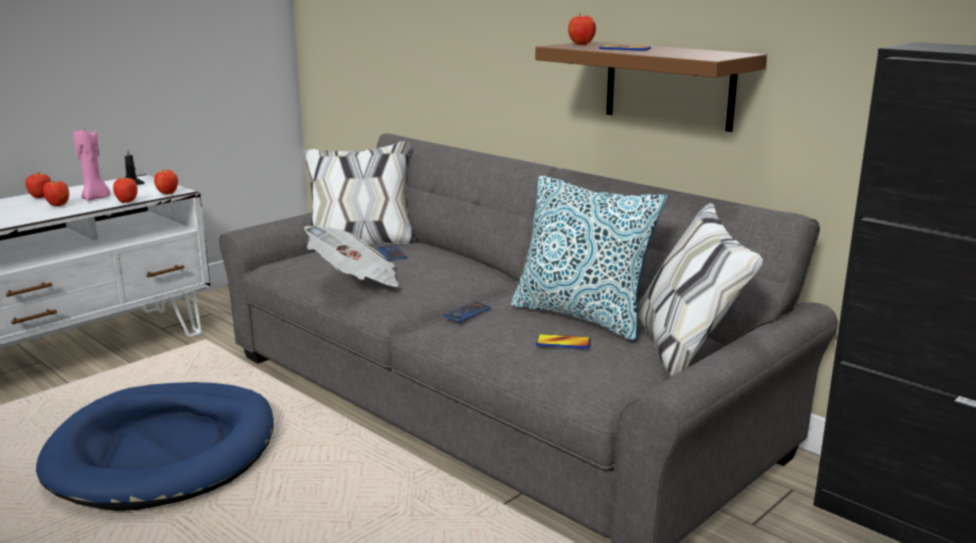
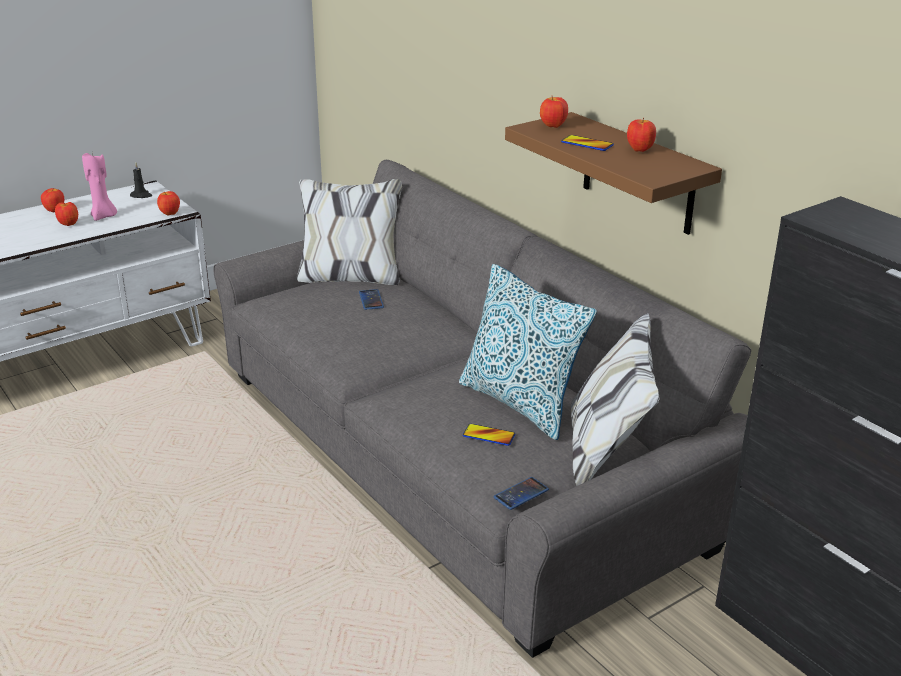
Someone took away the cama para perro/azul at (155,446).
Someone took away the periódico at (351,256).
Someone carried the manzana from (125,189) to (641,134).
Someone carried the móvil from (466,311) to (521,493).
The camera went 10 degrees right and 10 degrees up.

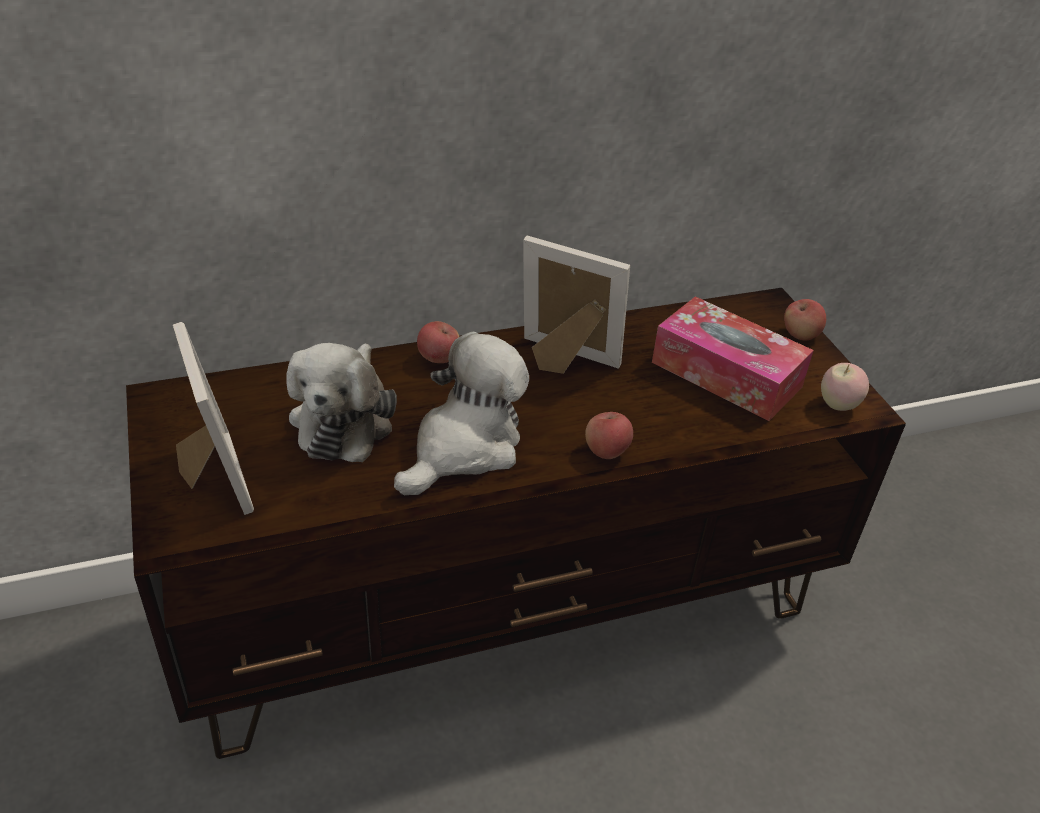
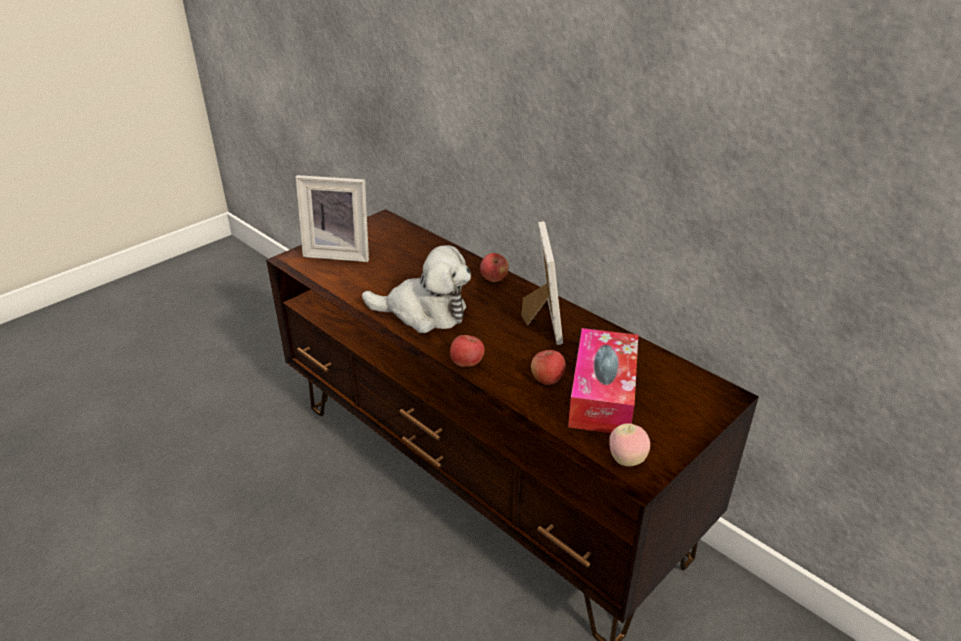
Someone took away the peluche at (341,402).
Someone carried the manzana from (805,320) to (548,367).
Someone rotated the portarretratos at (213,418) by 60 degrees clockwise.
The camera went 65 degrees right and 5 degrees down.

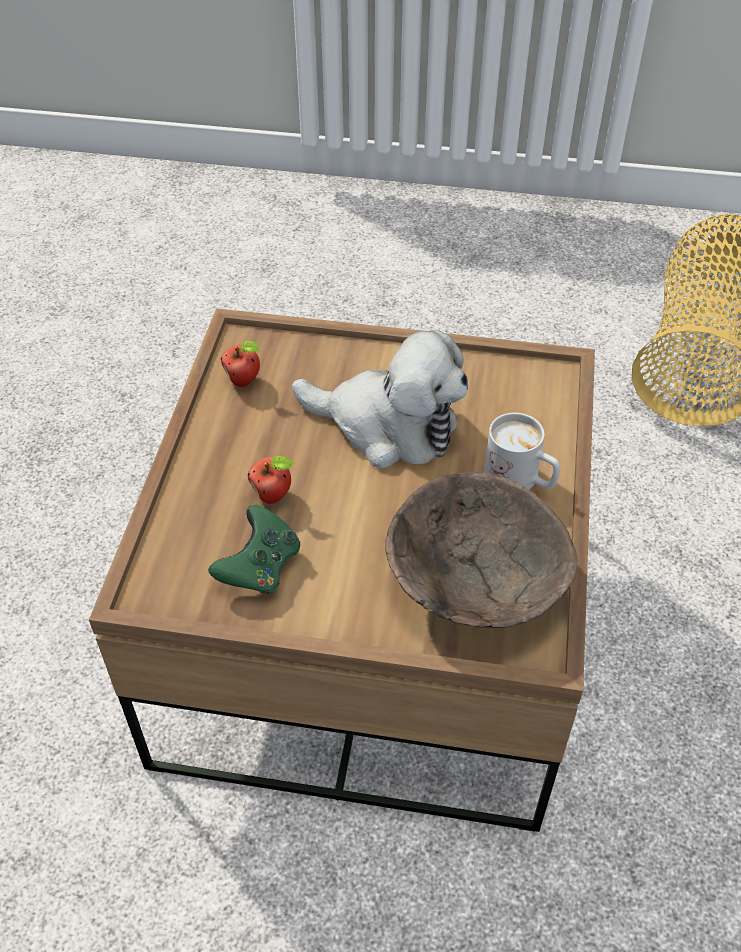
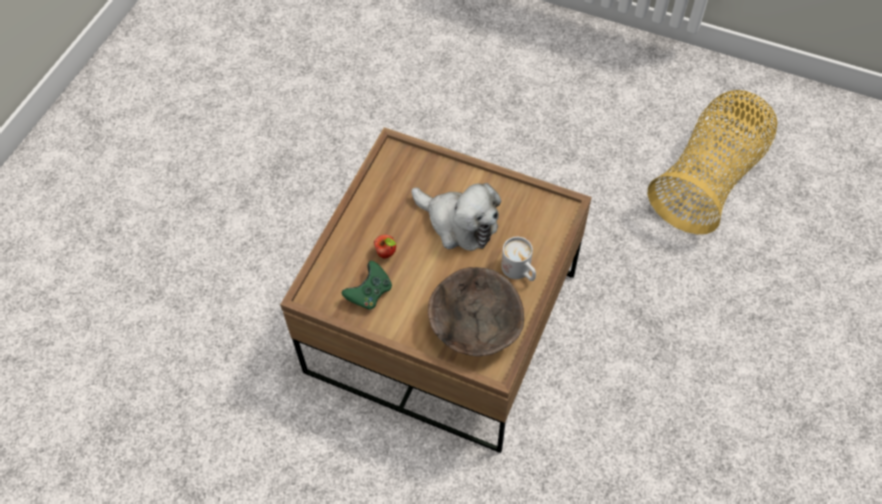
Someone took away the manzana at (241,363).
The camera went 15 degrees right and 10 degrees up.

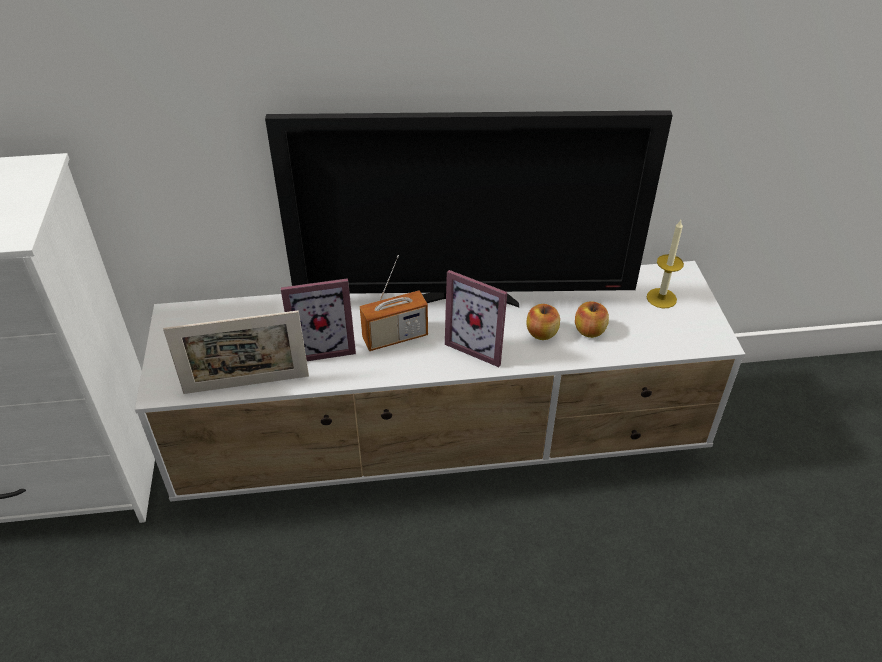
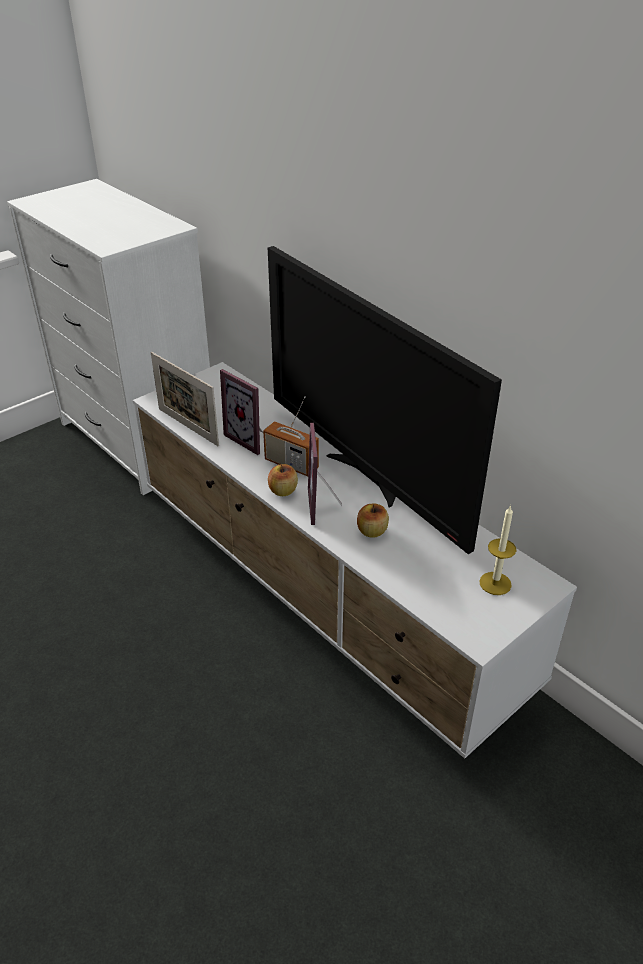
Someone carried the manzana from (592,319) to (283,480).
The camera went 55 degrees right and 5 degrees down.

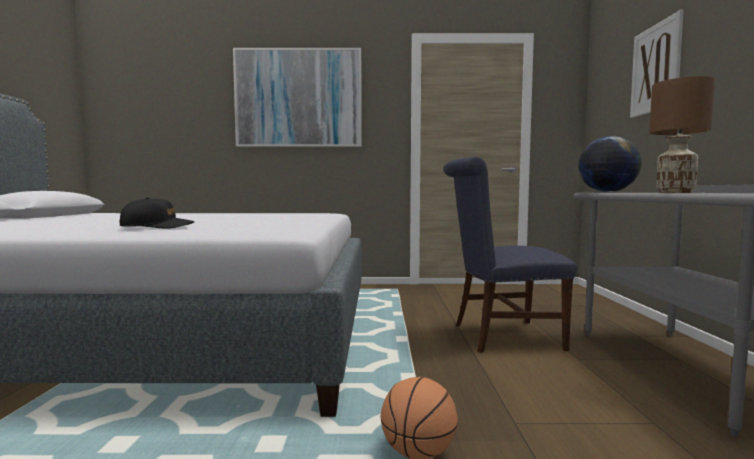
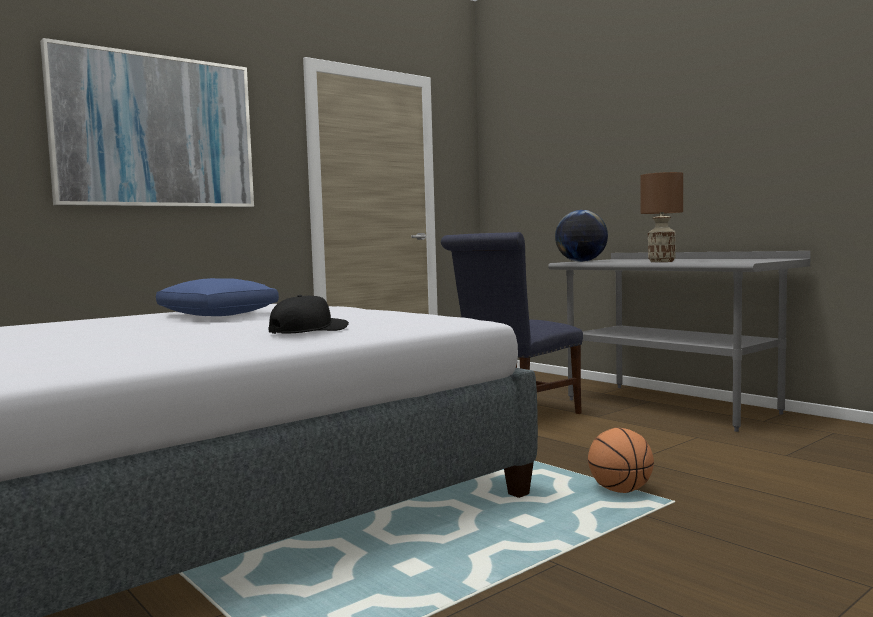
Someone took away the cuadro at (657,64).
Someone put down the cojín/azul at (217,297).
The camera went 40 degrees left and 0 degrees up.

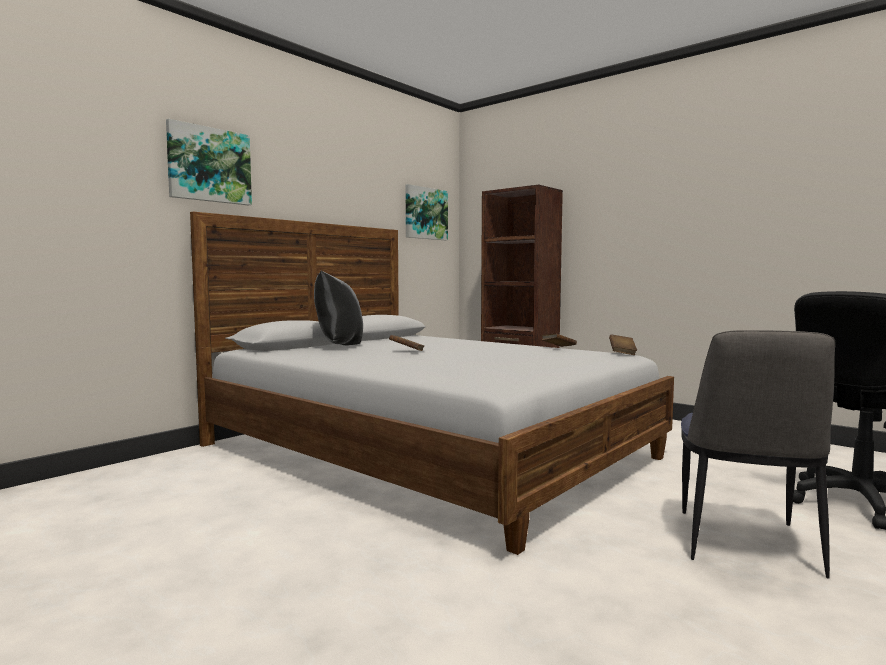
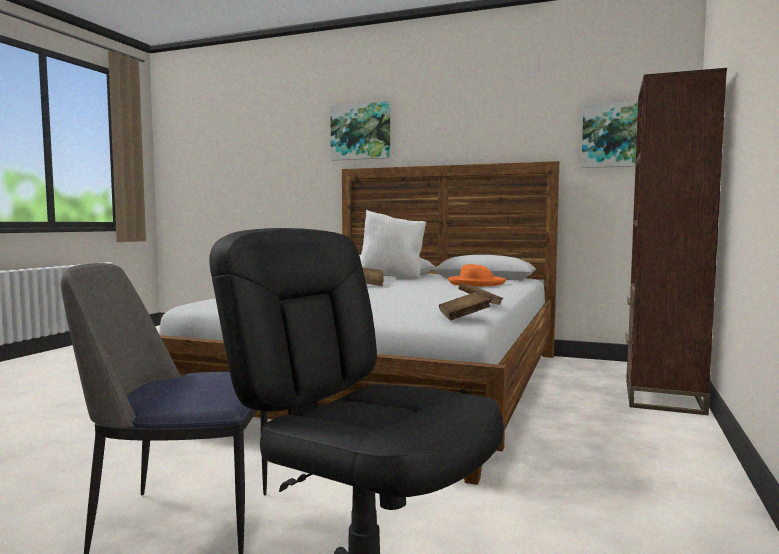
Someone put down the sombrero/naranja at (477,275).
Someone repainted the cojín/negro at (338,308), which became the cojín/blanco at (393,244).
The camera went 70 degrees right and 0 degrees up.

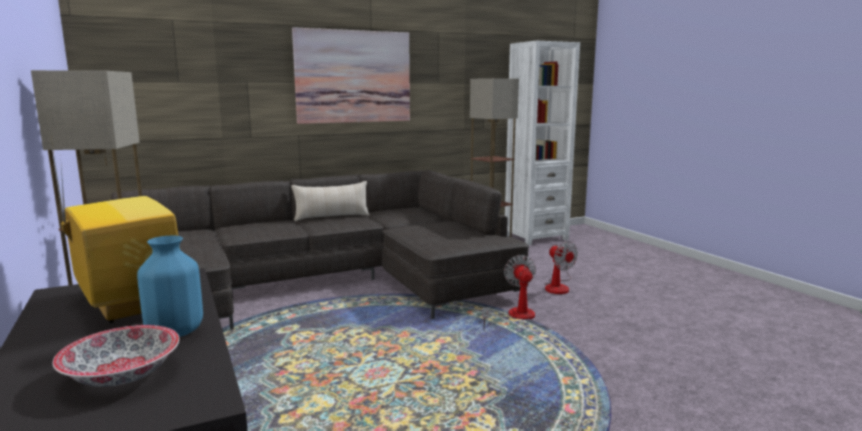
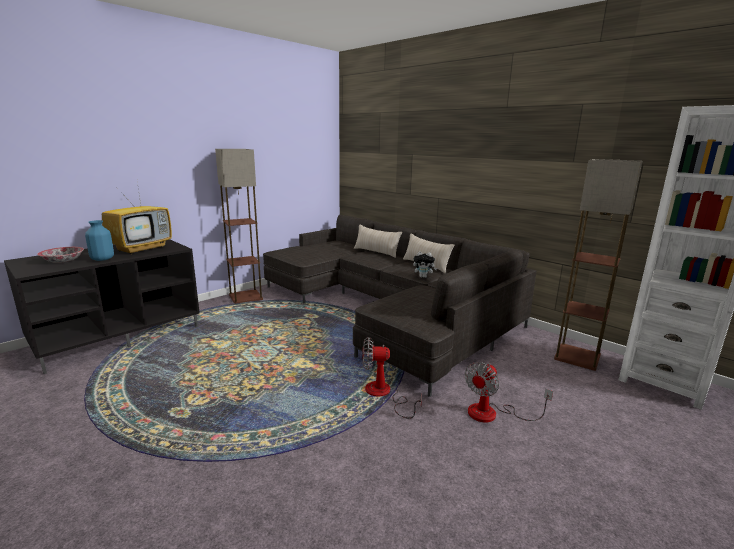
Someone took away the cuadro at (351,75).
Someone put down the cojín/beis at (378,241).
Someone put down the peluche at (425,264).
Someone rotated the ventilador at (509,292) by 150 degrees counterclockwise.
The camera went 70 degrees right and 5 degrees up.

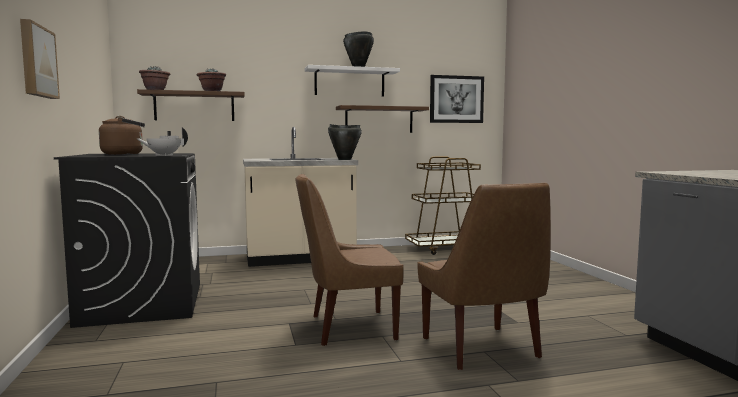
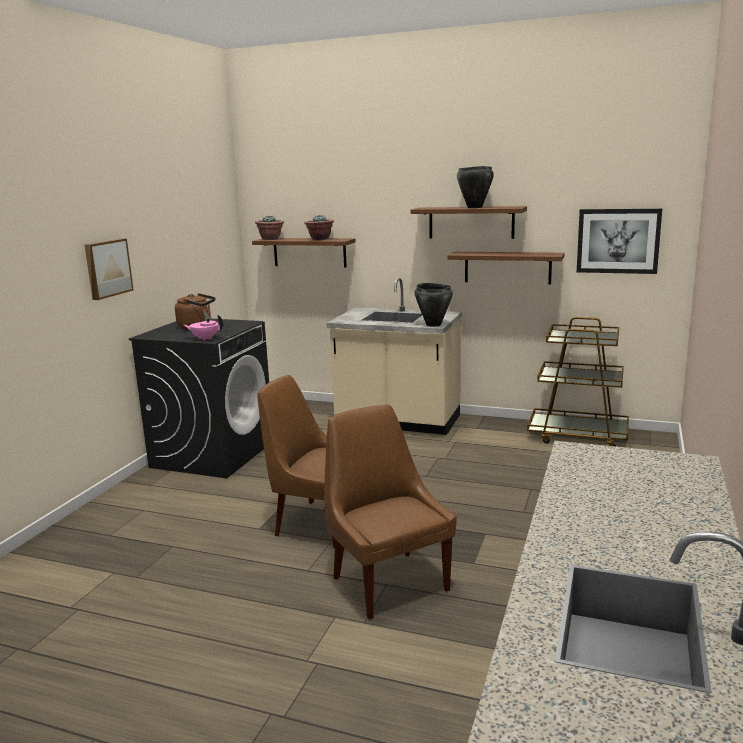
Someone repainted the tetera/blanco at (162,141), which became the tetera/rosa at (203,328).
Someone repainted the estante/blanco at (352,80), which became the estante/marrón at (469,222).
Someone rotated the silla/marrón at (484,276) by 135 degrees clockwise.
The camera went 35 degrees right and 10 degrees up.

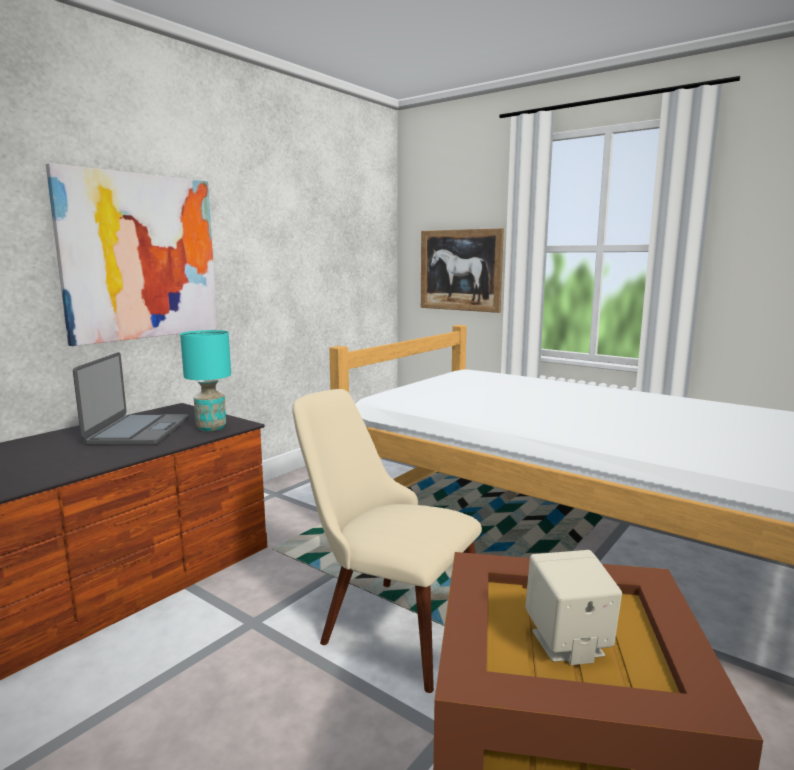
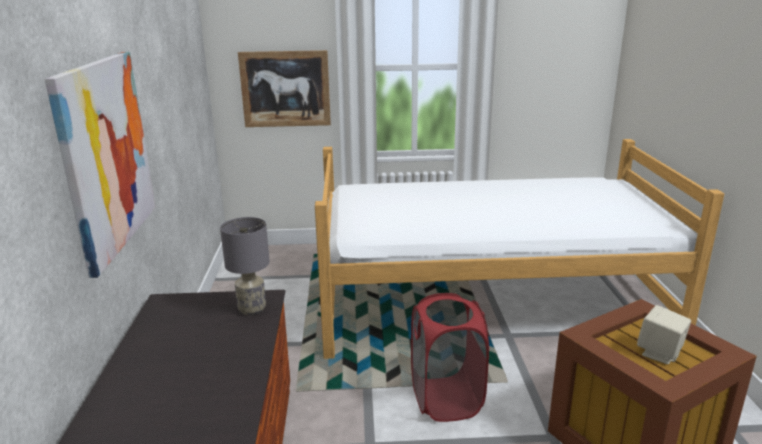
Someone took away the portátil at (131,398).
Someone swapped the silla/beis at (387,541) for the cesto de la ropa/rojo at (450,357).
Someone repainted the lámpara de mesa/turquesa at (205,380), which became the lámpara de mesa/gris at (245,266).
The camera went 40 degrees left and 10 degrees up.

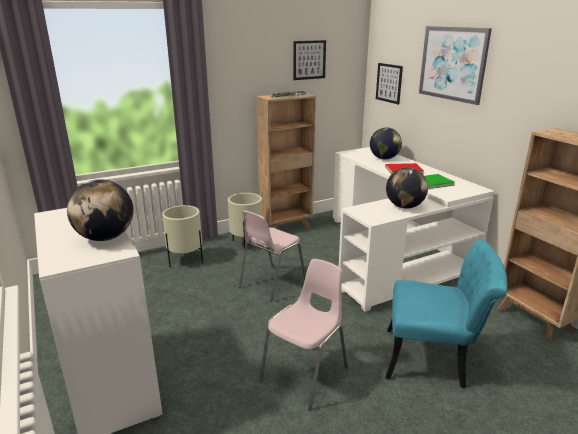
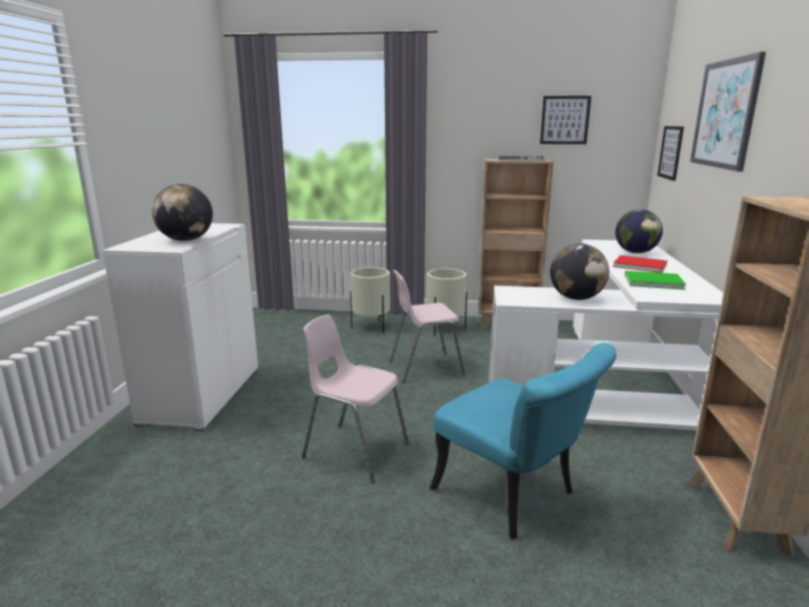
Someone rotated the silla/rosa at (303,334) by 135 degrees counterclockwise.
The camera went 35 degrees right and 5 degrees down.

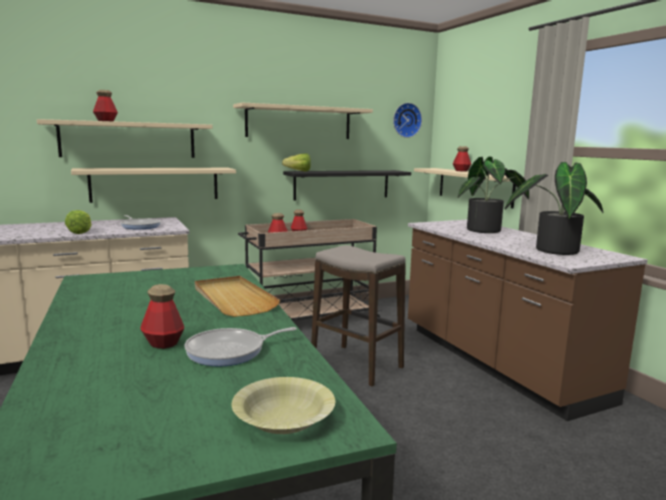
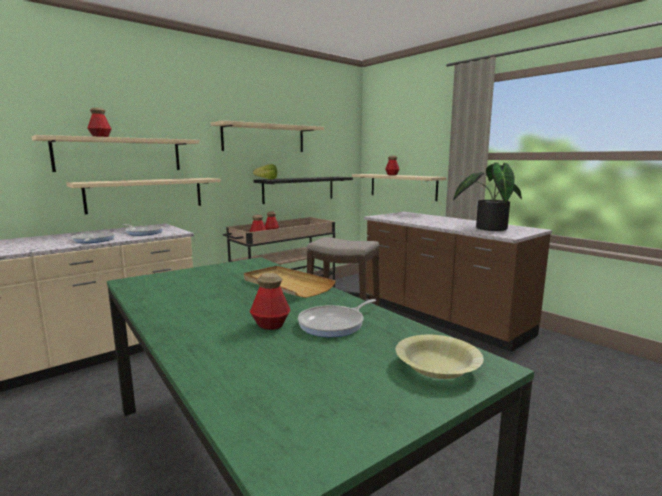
Someone took away the reloj de pared at (407,120).
Someone took away the planta en maceta at (493,195).
Someone swapped the lechuga at (78,222) for the sartén at (93,237).
The camera went 15 degrees left and 0 degrees up.

